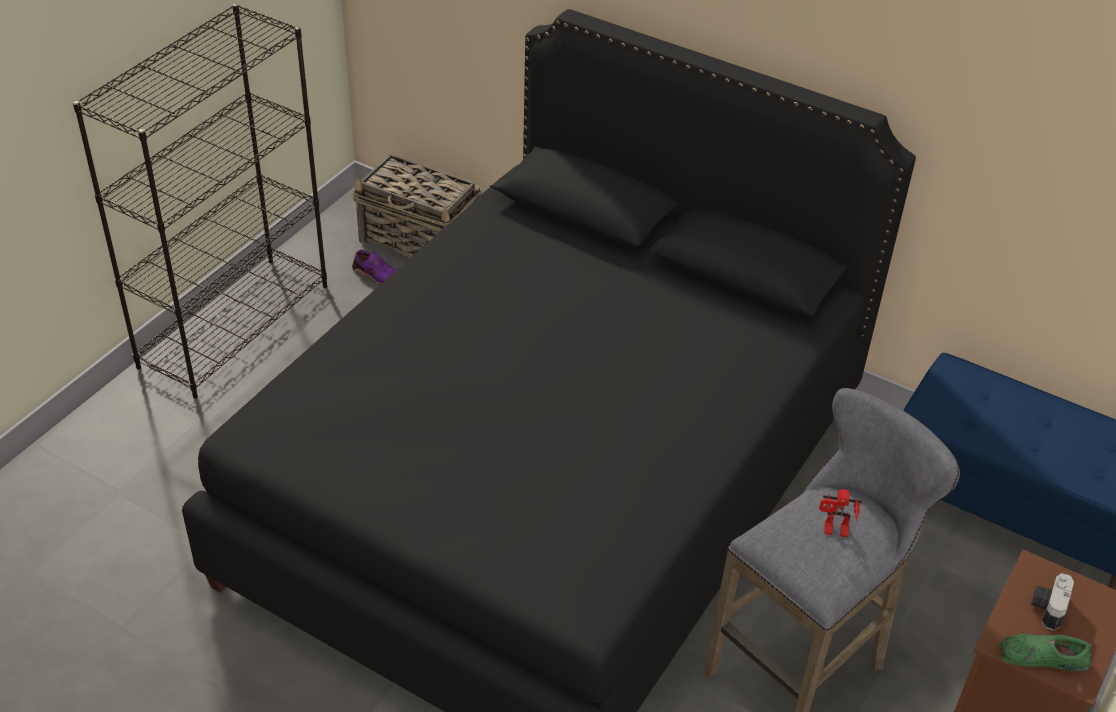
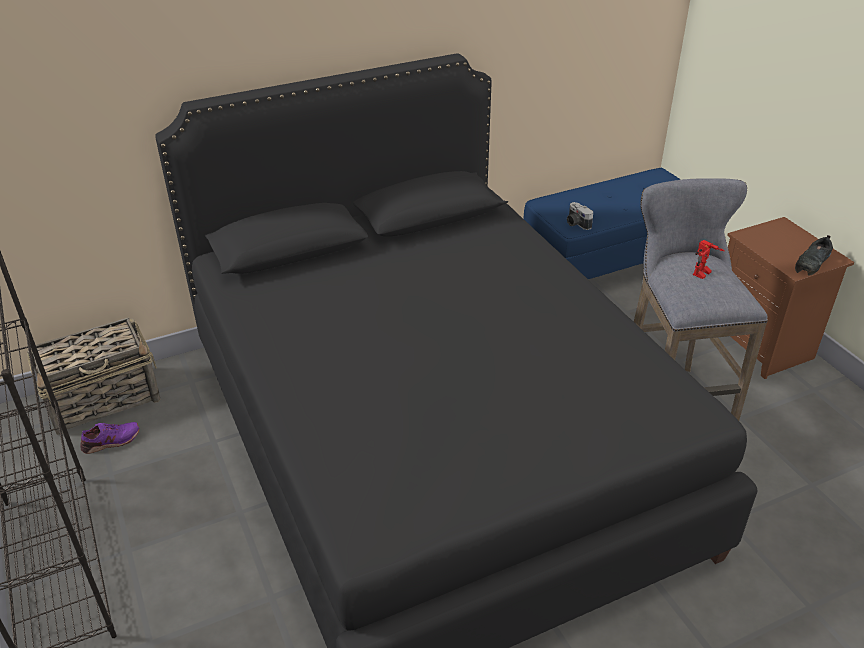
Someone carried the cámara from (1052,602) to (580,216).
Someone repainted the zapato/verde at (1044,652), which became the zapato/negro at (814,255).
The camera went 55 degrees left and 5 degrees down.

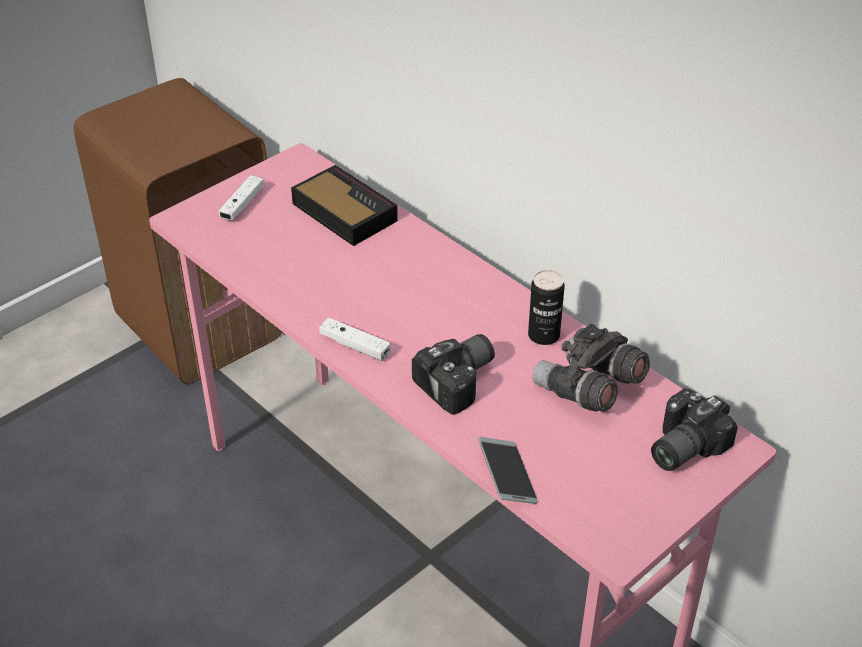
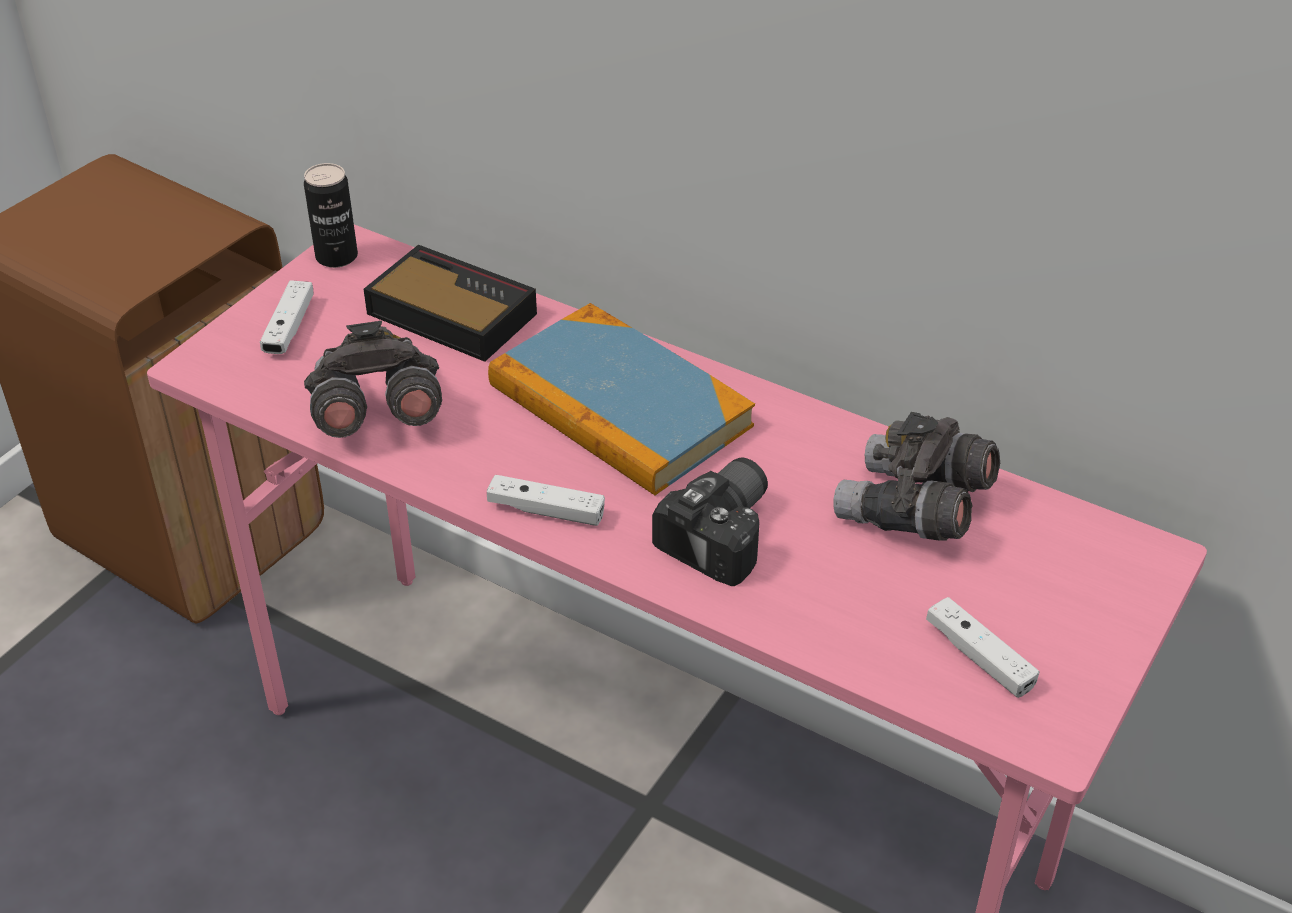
Someone took away the móvil at (508,470).
Someone took away the cámara at (694,429).
Someone put down the prismáticos/gris at (373,379).
Someone put down the libro at (621,399).
Someone put down the mando de consola/blanco at (982,647).
Someone carried the lata from (546,307) to (331,215).
The camera went 15 degrees left and 0 degrees up.

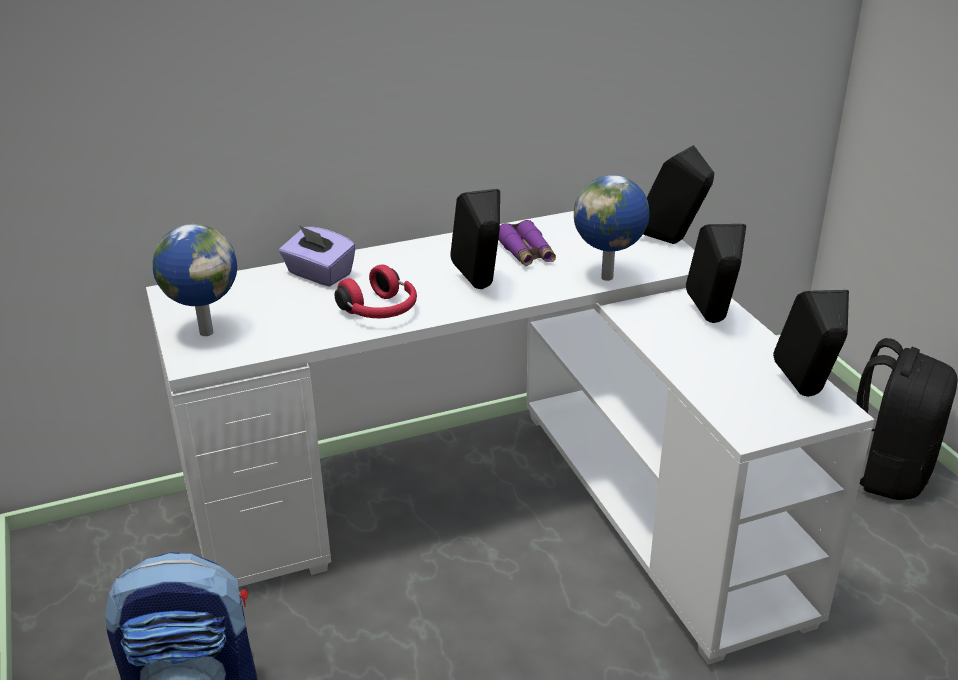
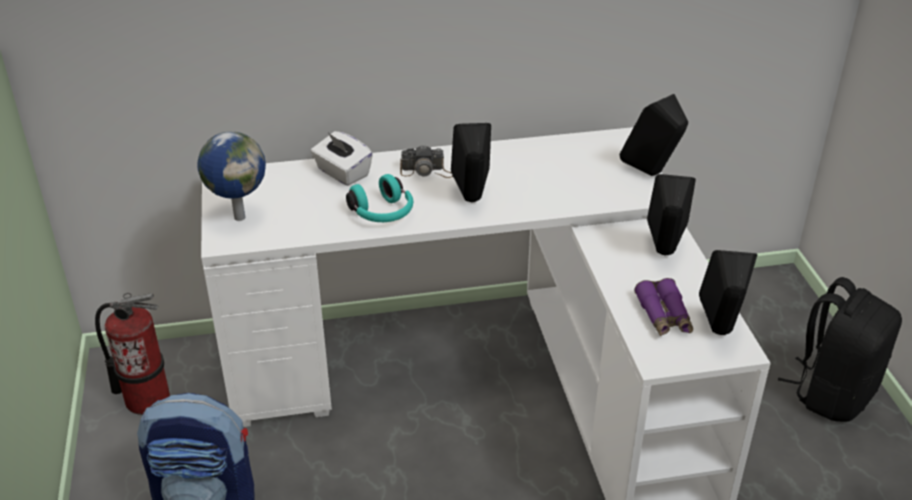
Someone took away the globo terráqueo at (611,228).
Someone put down the extintor at (132,354).
Someone put down the cámara at (426,162).
Someone carried the prismáticos/morado from (527,243) to (663,307).
Someone repainted the caja de pañuelos/morado at (317,256), which became the caja de pañuelos/blanco at (342,158).
Someone repainted the auriculares/rojo at (376,291), which became the auriculares/turquesa at (379,198).
The camera went 10 degrees right and 5 degrees up.

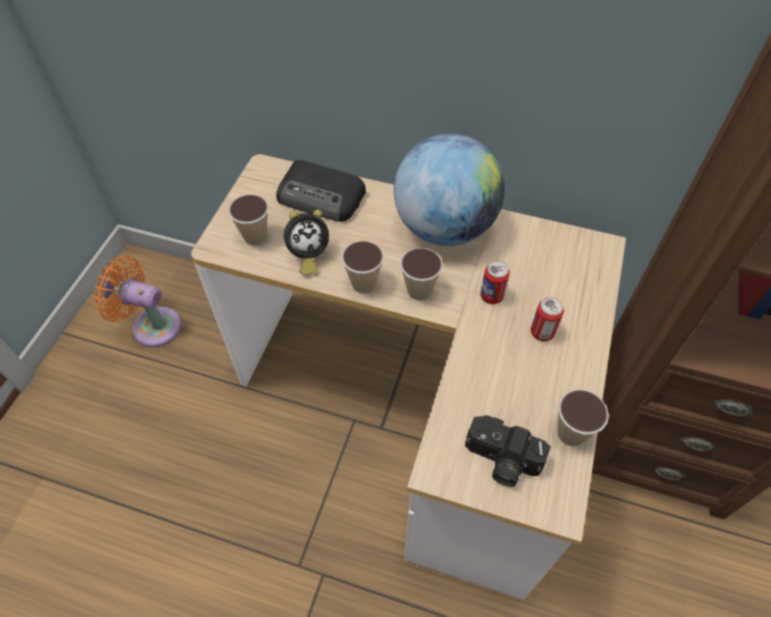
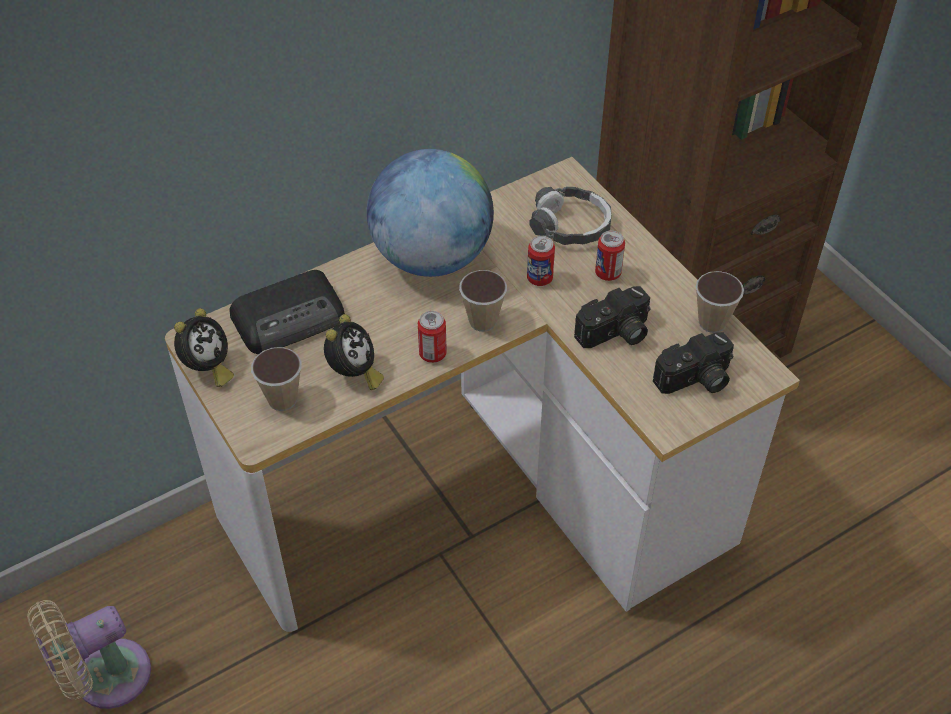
Someone put down the despertador at (204,347).
Someone put down the auriculares at (570,216).
Someone put down the cámara at (612,317).
Someone swapped the taza at (362,267) for the lata at (432,337).
Someone repainted the ventilador/naranja at (137,301), which became the ventilador/beis at (89,654).
The camera went 50 degrees left and 5 degrees down.

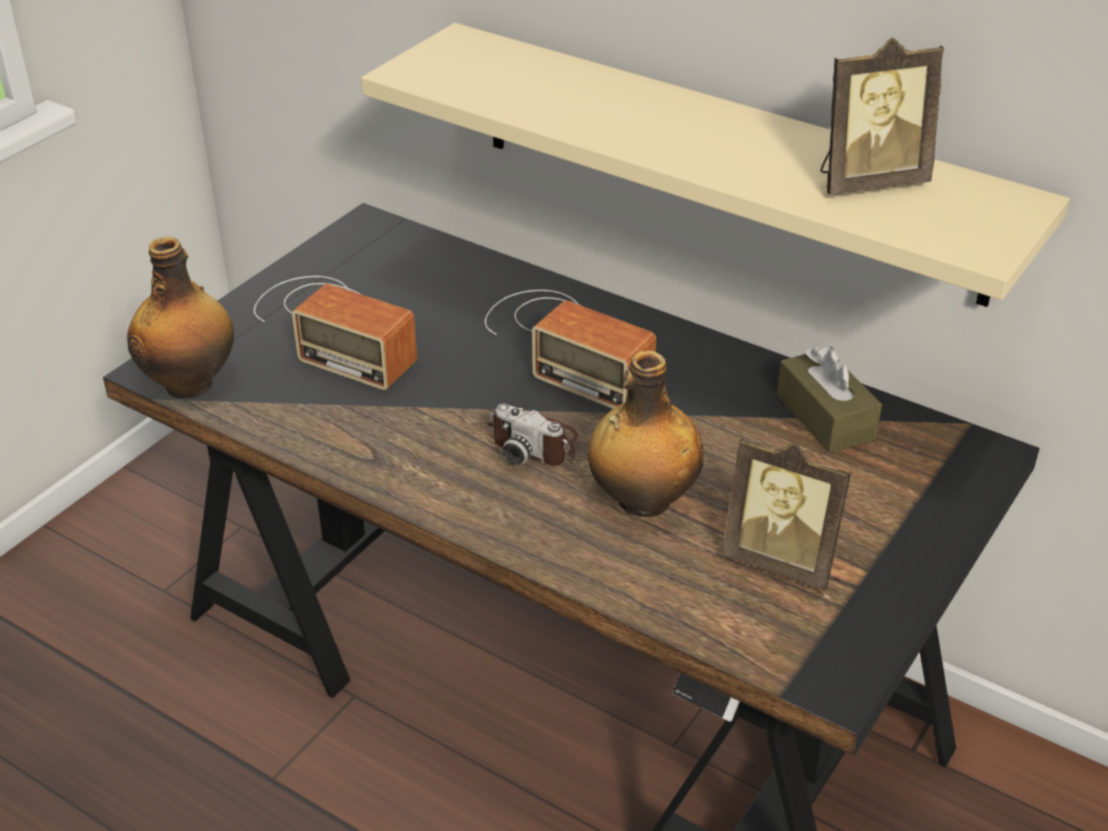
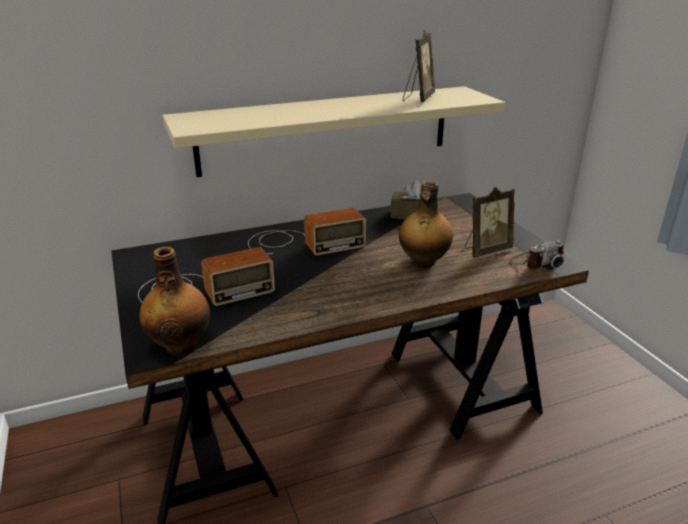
Someone carried the cámara from (532,435) to (537,254).
The camera went 55 degrees left and 10 degrees down.

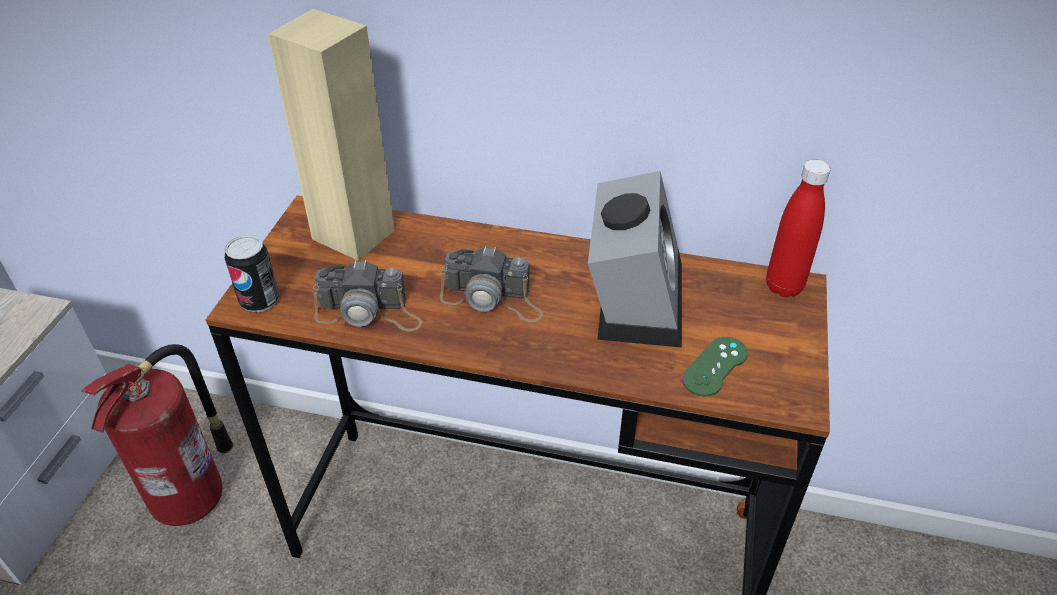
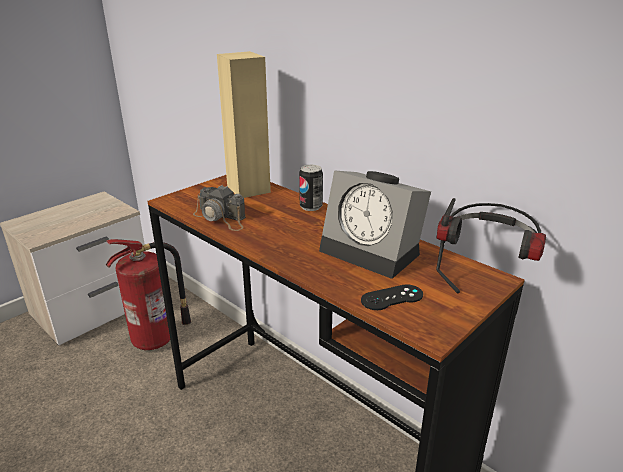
Someone took away the cámara at (491,284).
Someone carried the lata from (252,273) to (311,188).
Someone swapped the botella/rojo at (798,228) for the auriculares at (491,246).
Someone repainted the mando de consola/verde at (715,367), which became the mando de consola/negro at (392,297).
Someone rotated the despertador at (635,259) by 90 degrees clockwise.
The camera went 30 degrees right and 15 degrees down.

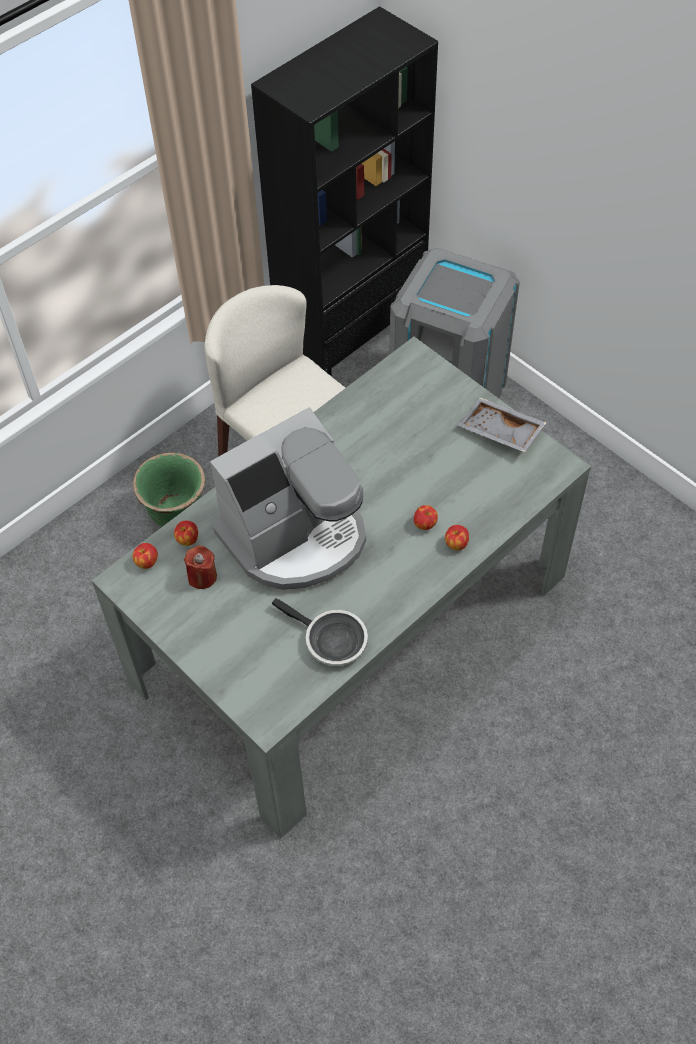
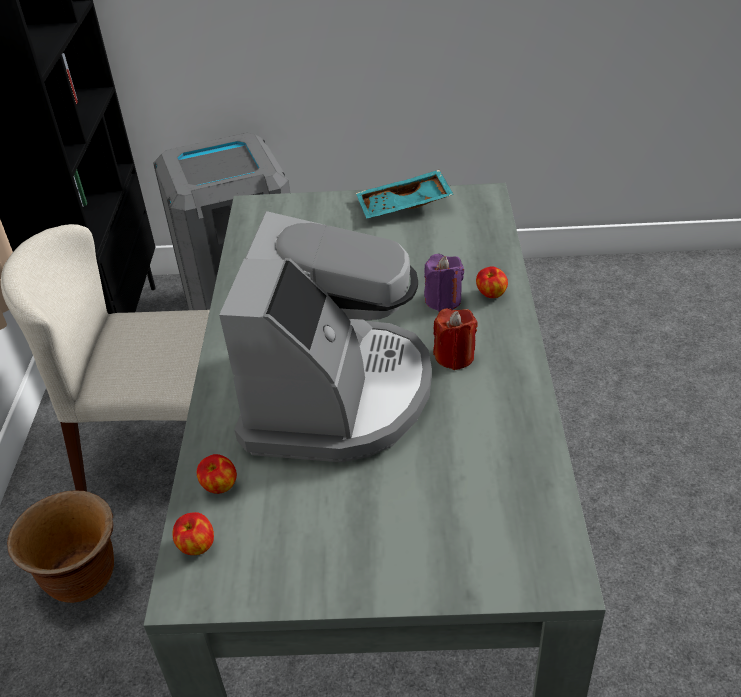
Someone took away the sartén at (320,632).
Someone carried the vela/rojo from (200,567) to (455,339).
Someone swapped the manzana at (426,517) for the vela/morado at (444,283).
Someone repainted the maceta/verde at (169,489), which became the maceta/marrón at (60,547).
Someone repainted the bandeja/gris at (502,424), which became the bandeja/turquesa at (405,194).
The camera went 45 degrees left and 15 degrees down.

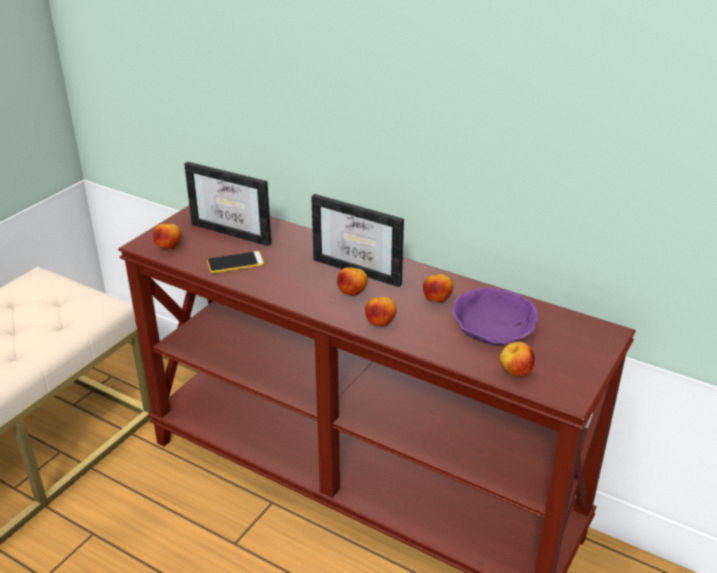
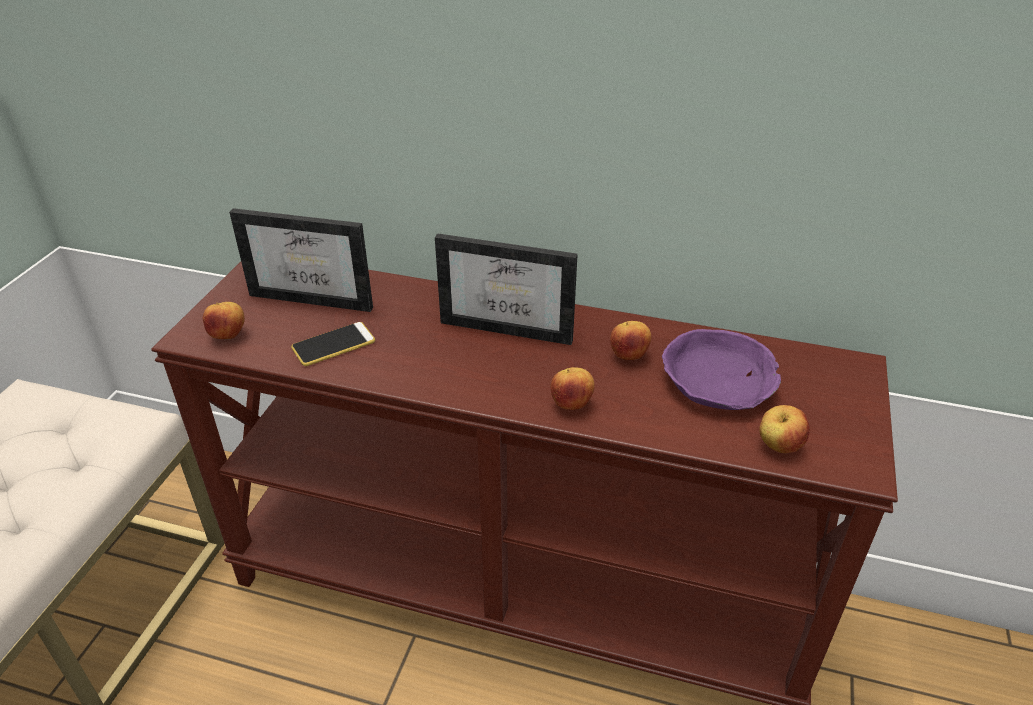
Someone took away the manzana at (352,281).
The camera went 15 degrees left and 5 degrees up.

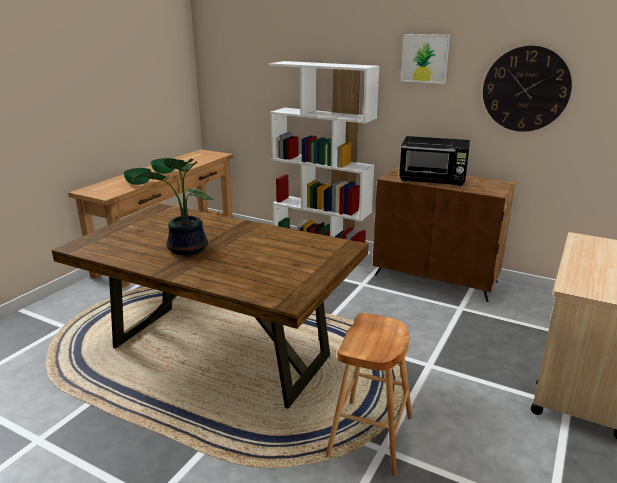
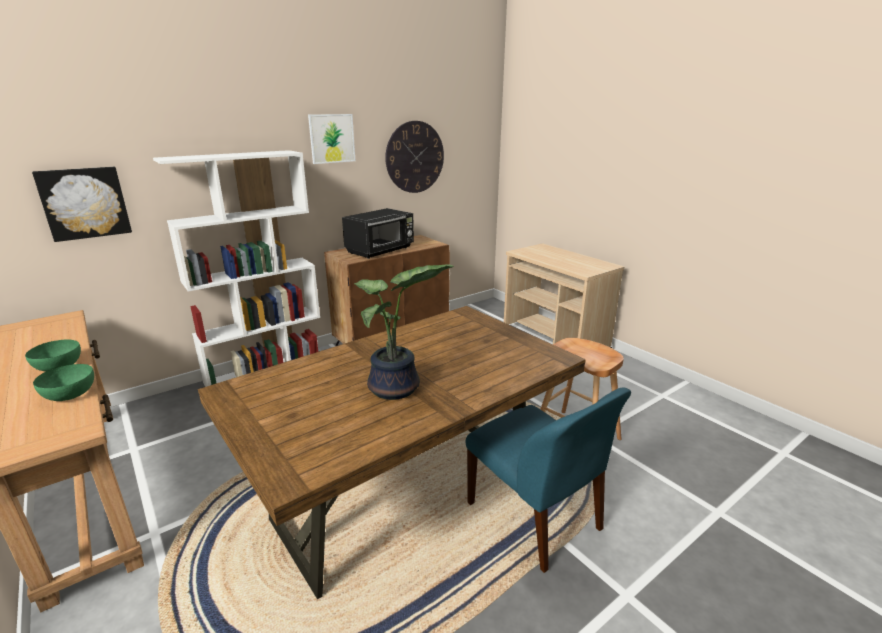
Someone put up the cuadro at (82,204).
Someone put down the silla/azul at (548,480).
The camera went 65 degrees left and 0 degrees up.

